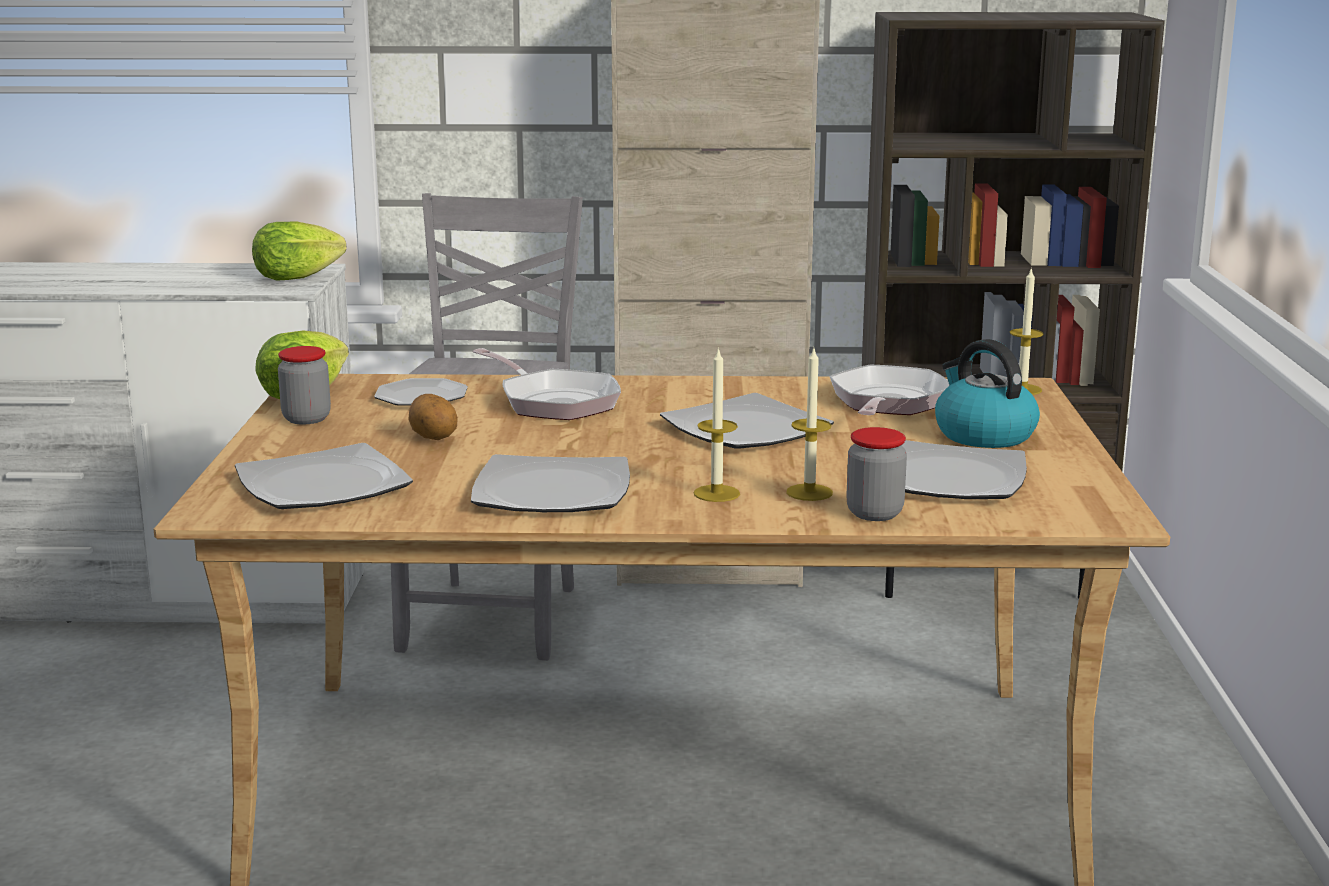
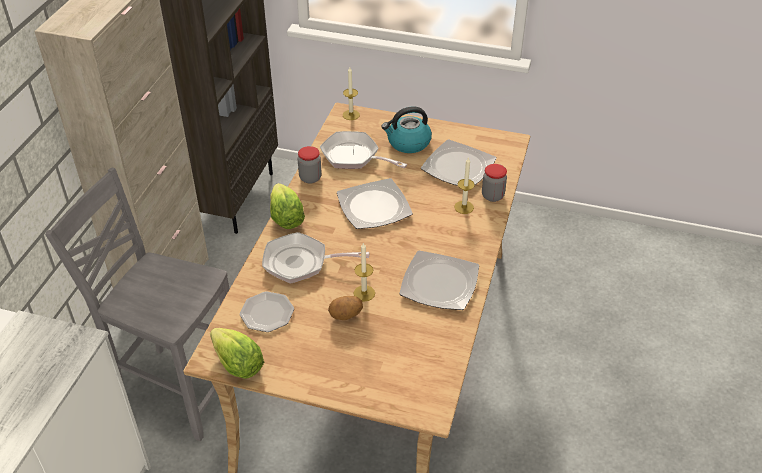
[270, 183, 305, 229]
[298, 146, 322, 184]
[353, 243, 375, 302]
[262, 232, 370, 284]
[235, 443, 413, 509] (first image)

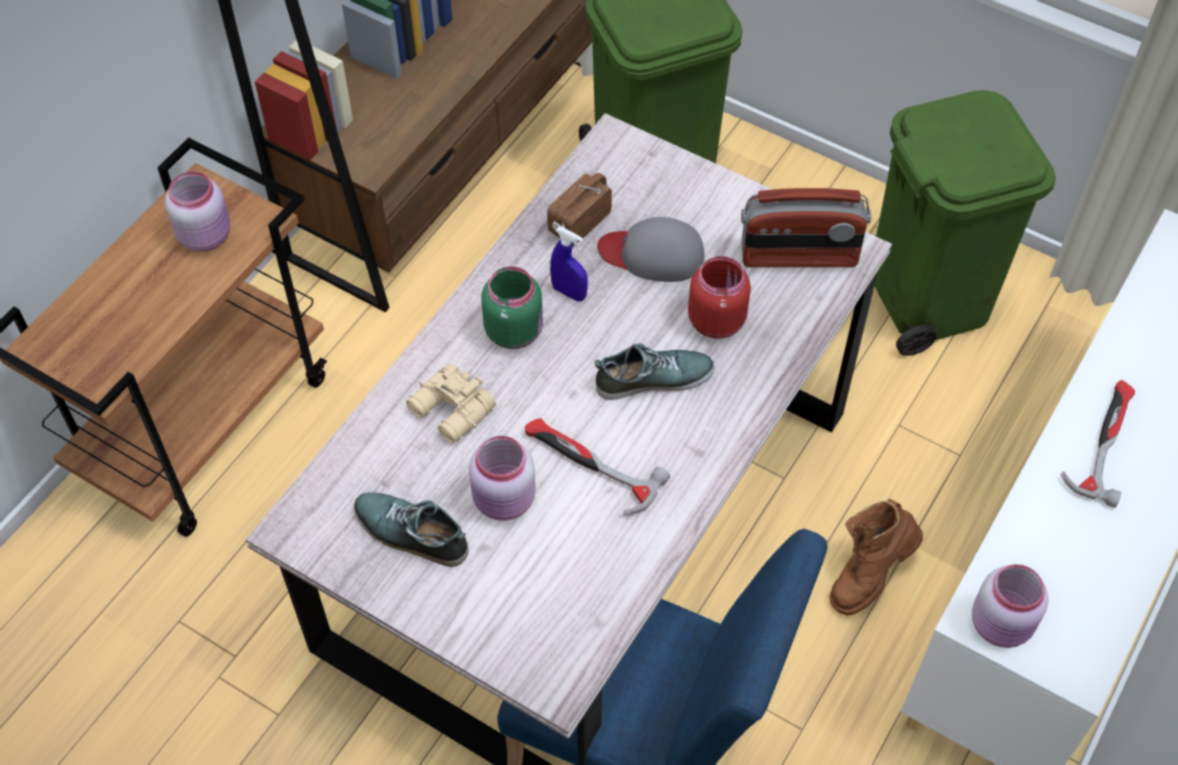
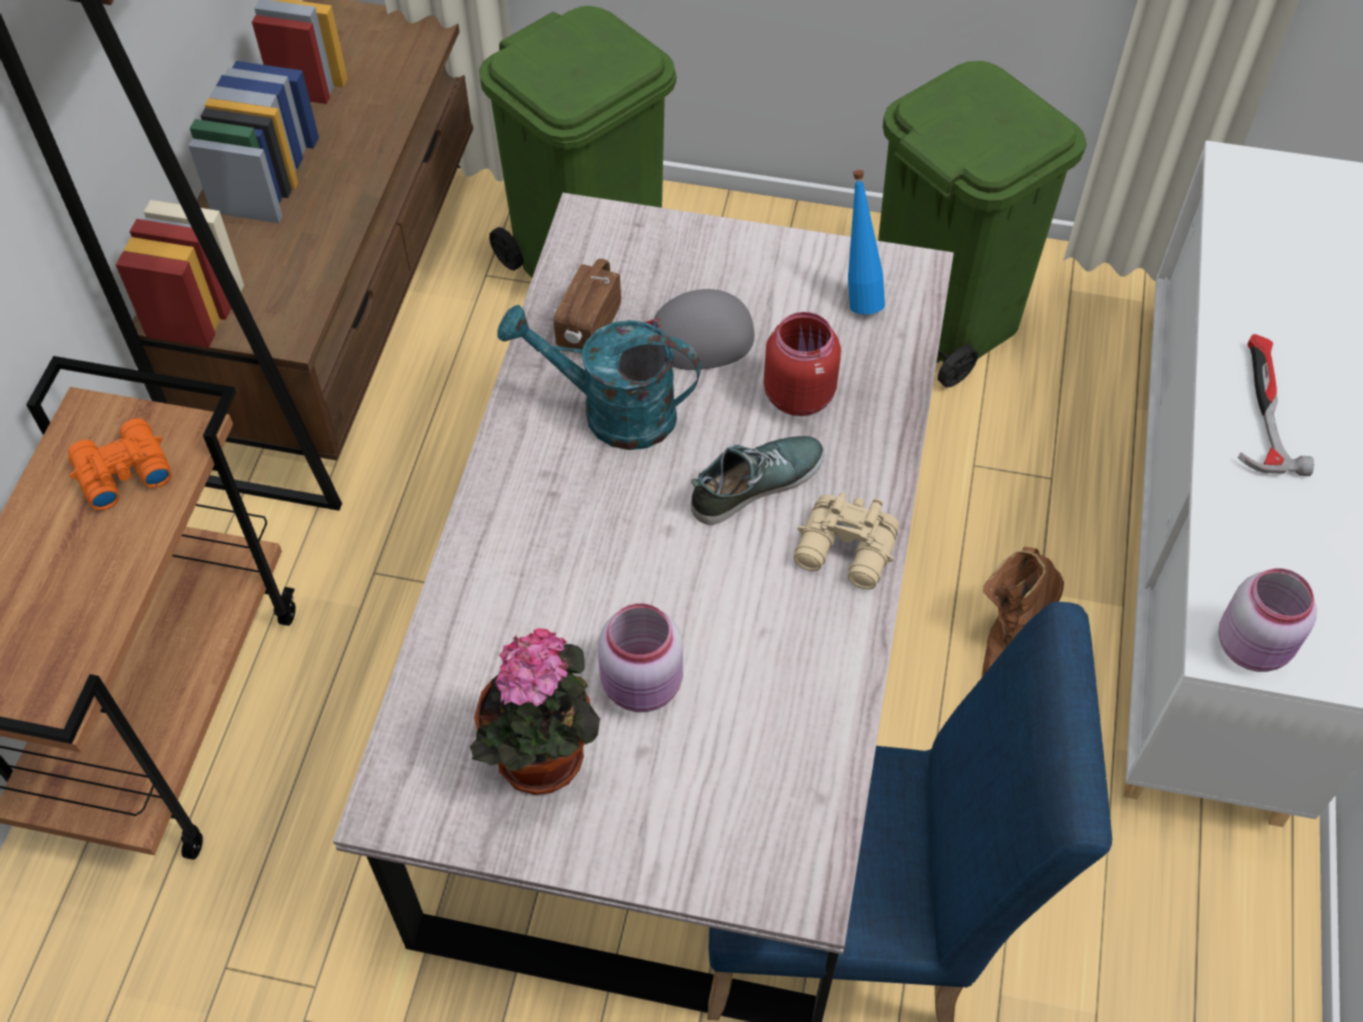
[68, 418, 172, 510]
[848, 170, 885, 315]
[498, 305, 701, 450]
[481, 266, 543, 349] (first image)
[794, 493, 899, 589]
[525, 418, 670, 516] (first image)
[470, 628, 600, 795]

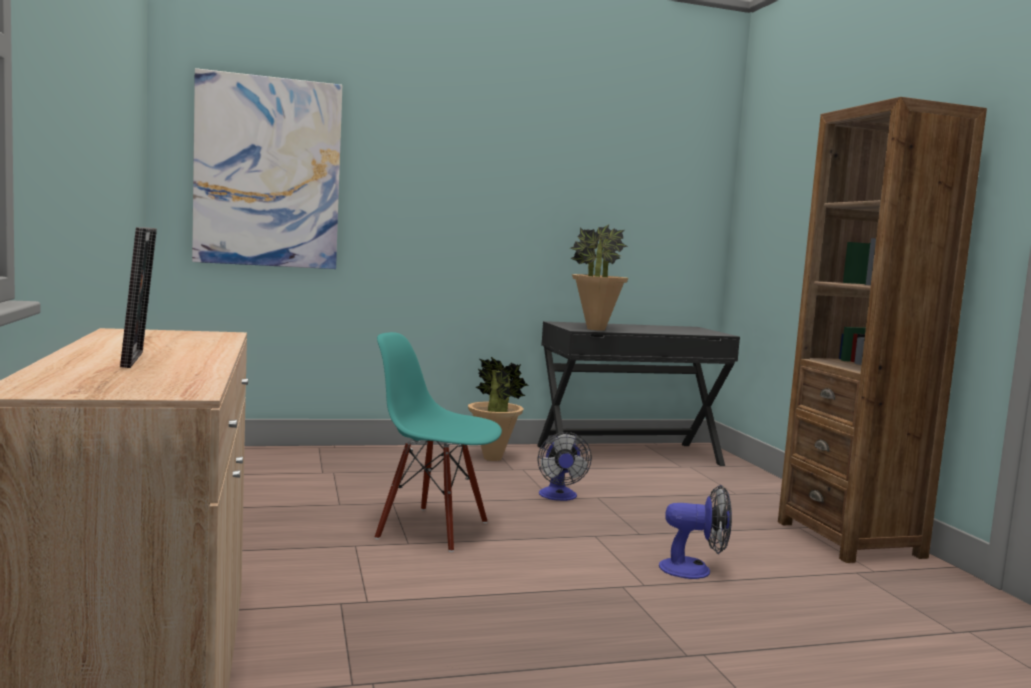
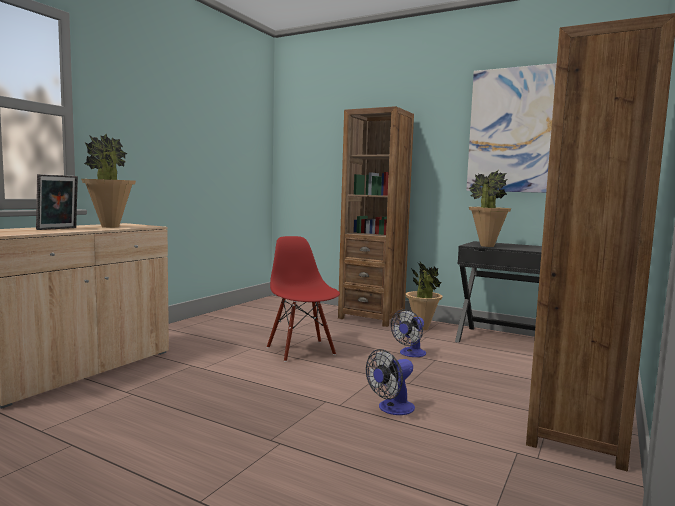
[466, 63, 557, 193]
[267, 236, 340, 362]
[366, 349, 415, 415]
[338, 106, 414, 327]
[81, 134, 136, 228]

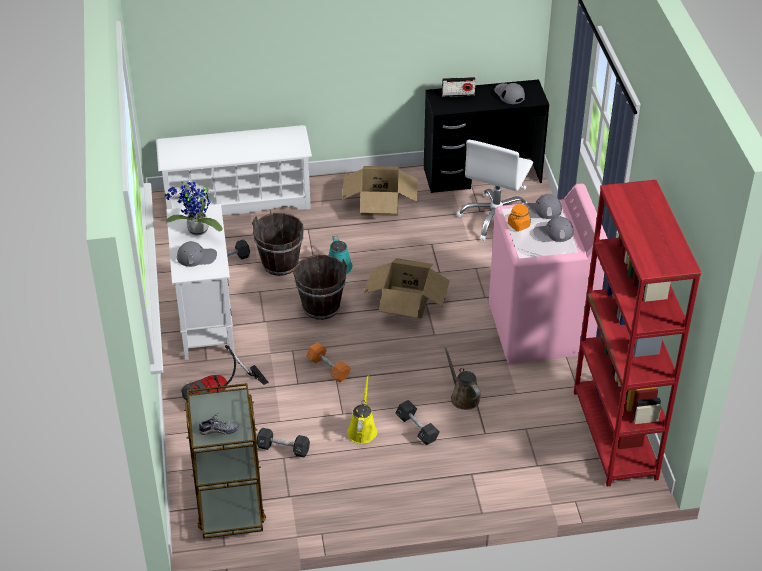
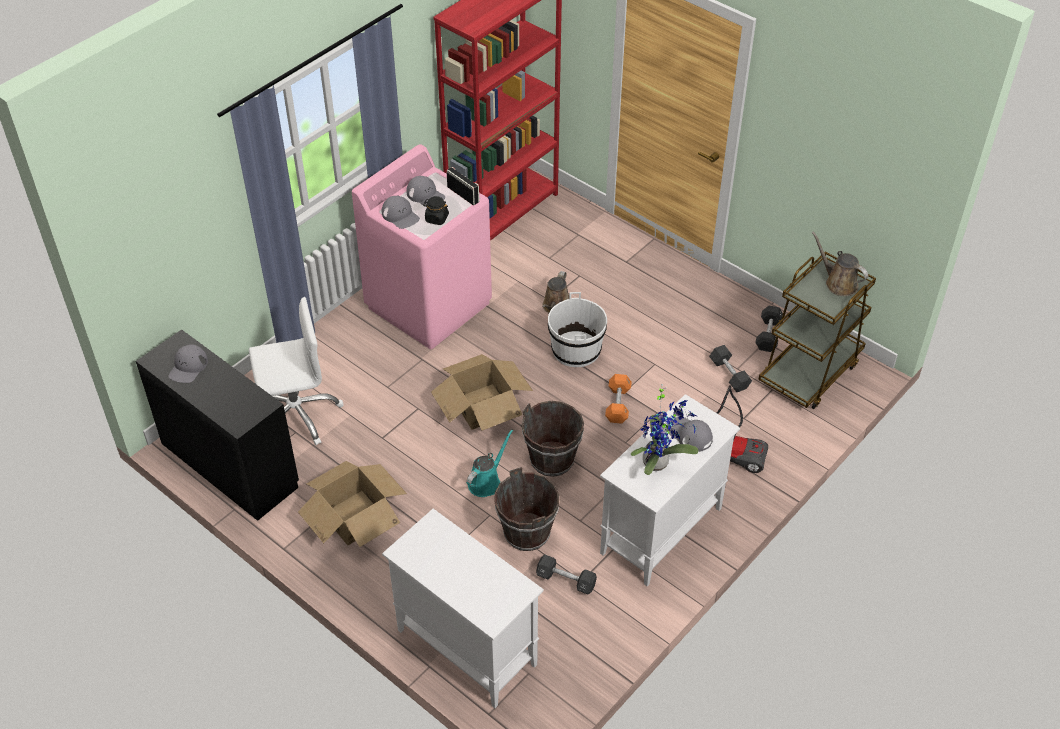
[447, 167, 479, 205]
[382, 509, 544, 708]
[423, 196, 449, 225]
[347, 375, 377, 444] (first image)
[755, 306, 783, 352]
[812, 231, 868, 296]
[548, 292, 607, 367]

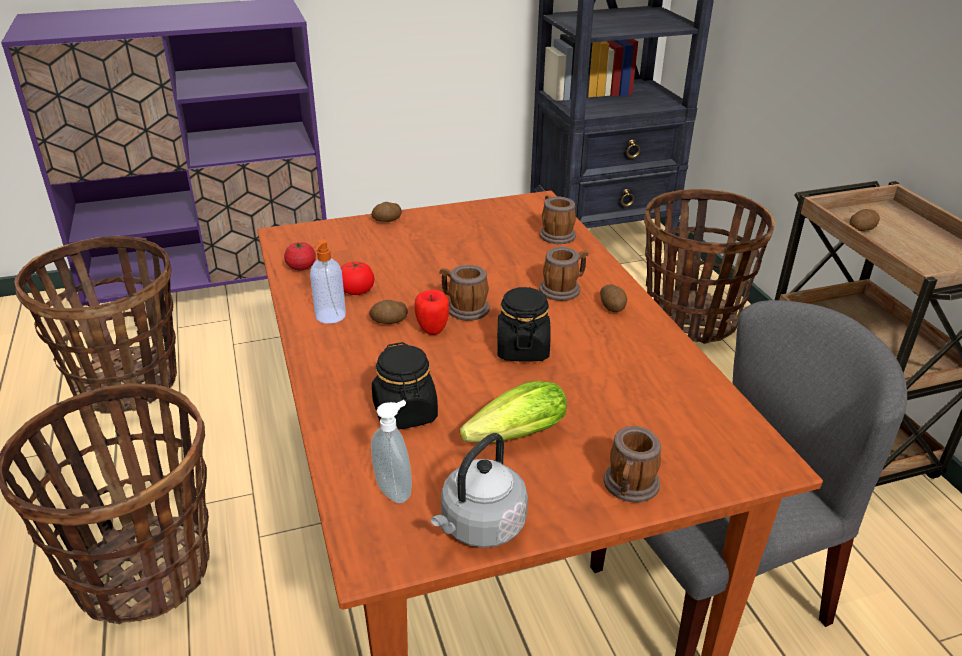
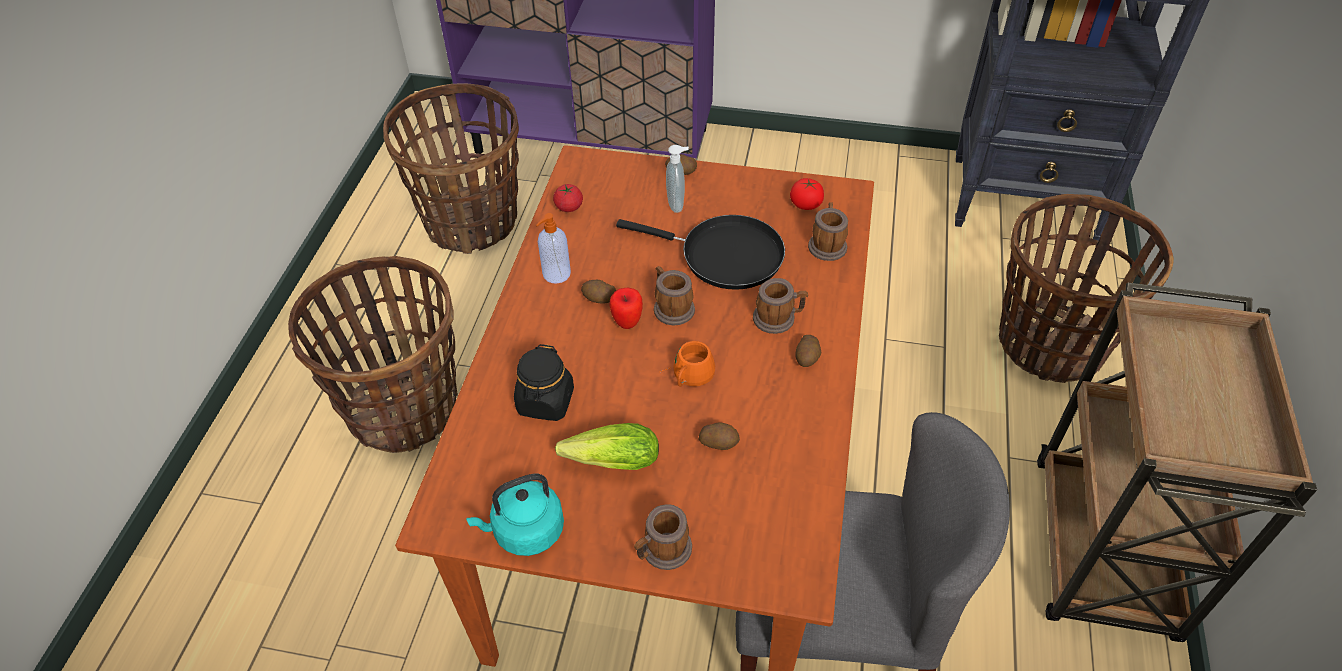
[699, 422, 740, 450]
[790, 178, 824, 210]
[660, 341, 715, 387]
[666, 145, 689, 213]
[466, 473, 564, 556]
[616, 215, 785, 290]

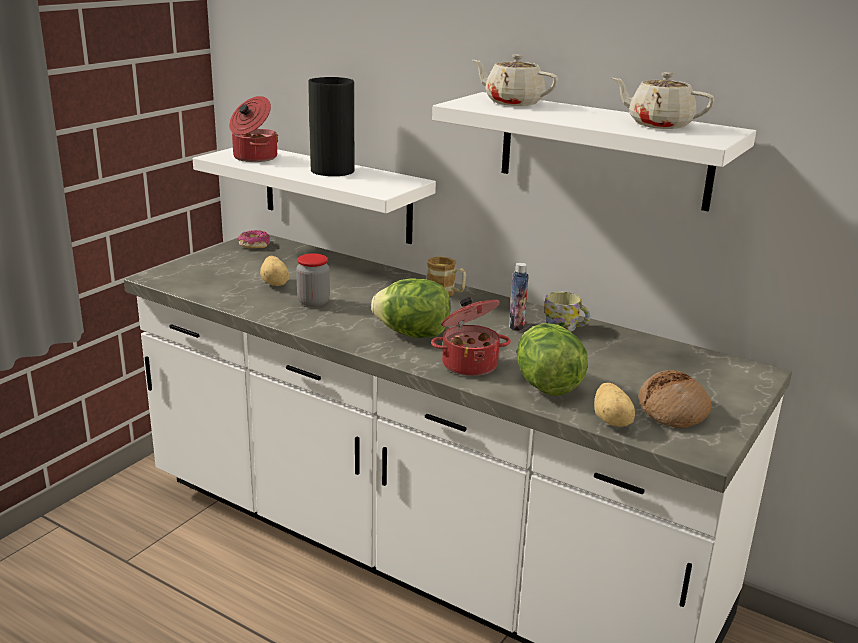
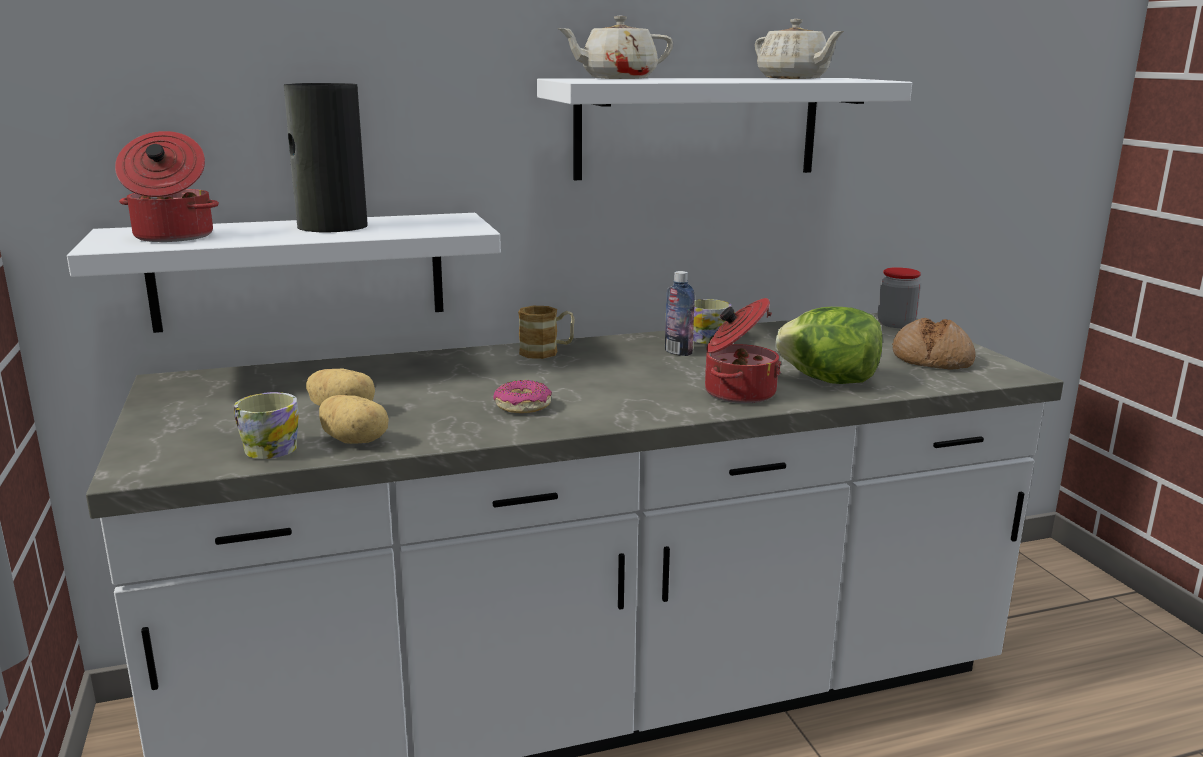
[755, 19, 844, 79]
[493, 380, 552, 413]
[878, 267, 921, 328]
[371, 278, 451, 338] (first image)
[319, 395, 389, 444]
[234, 392, 299, 459]

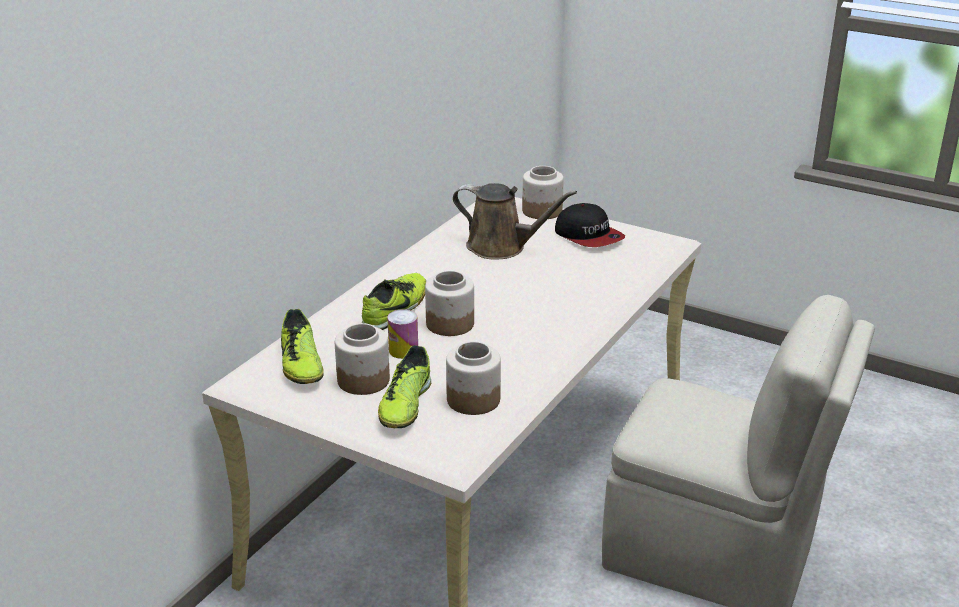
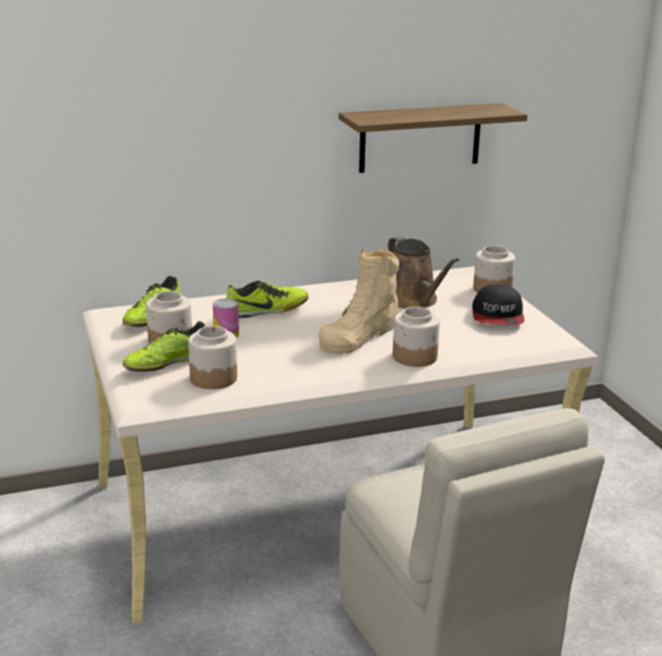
[393, 307, 440, 367]
[339, 103, 527, 173]
[318, 248, 399, 354]

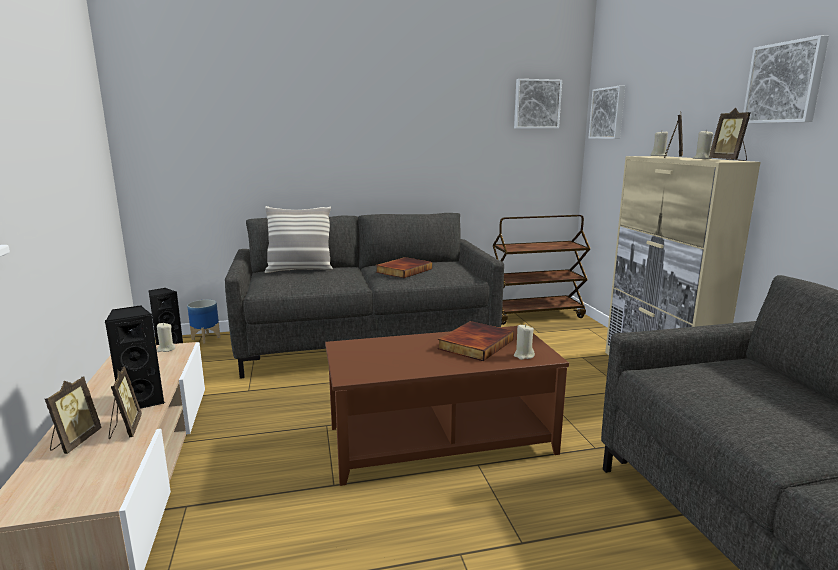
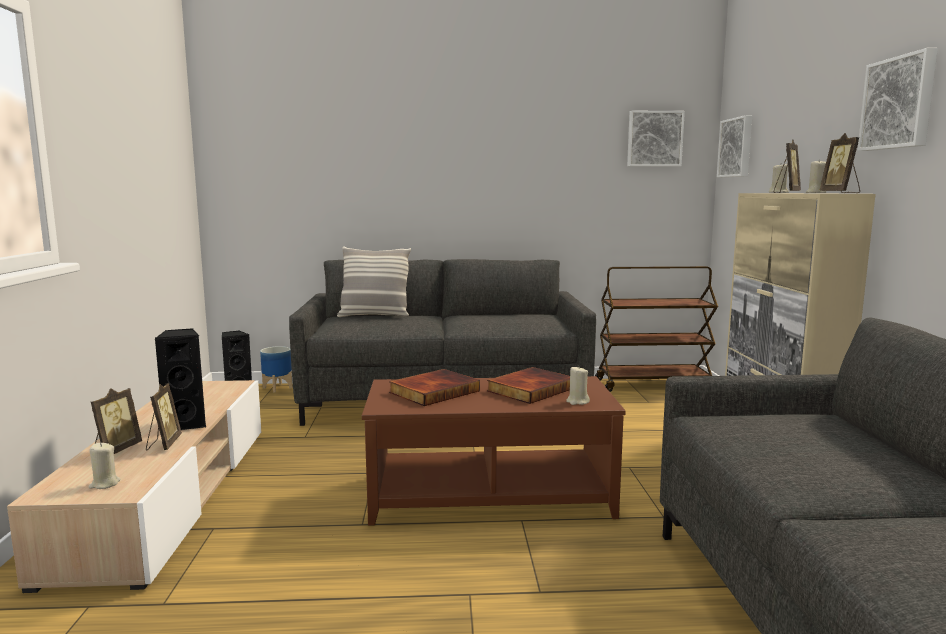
[389, 369, 480, 406]
[88, 442, 120, 489]

